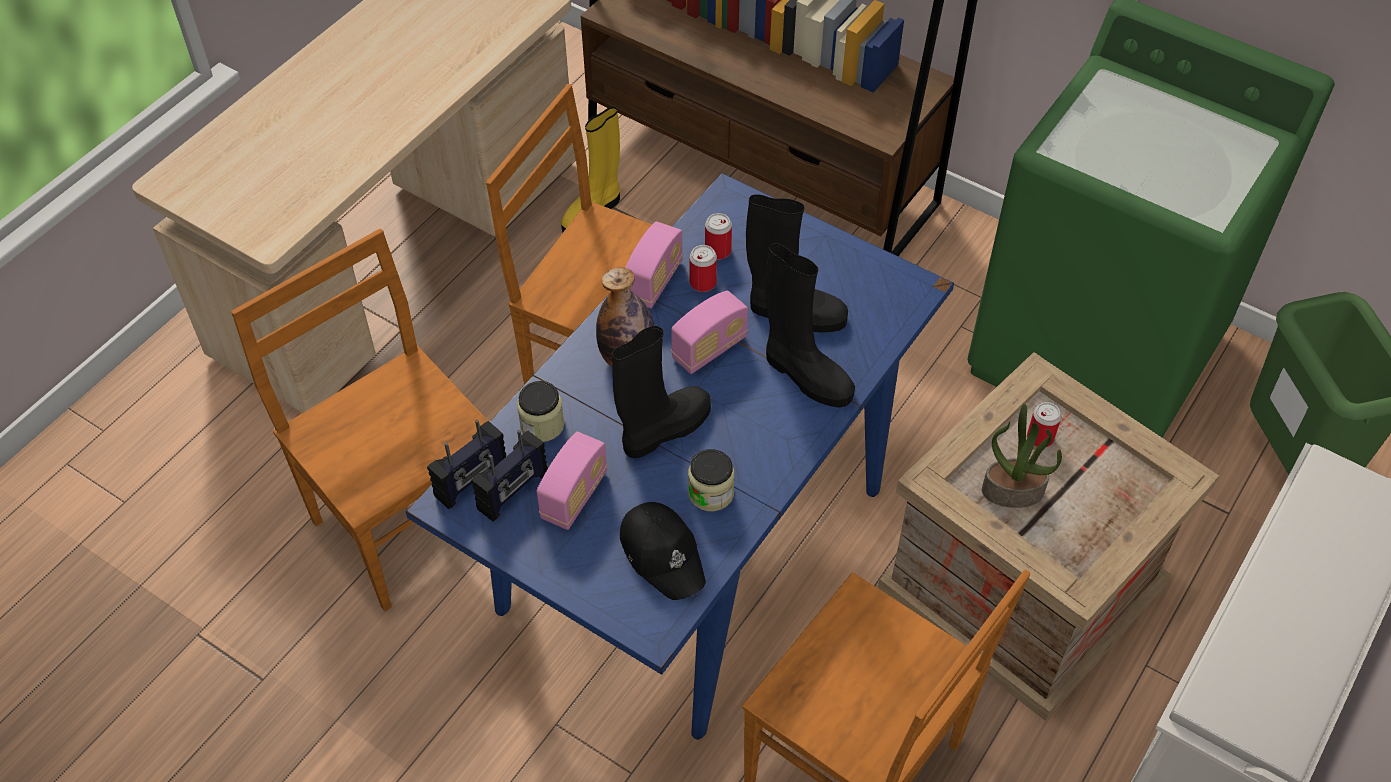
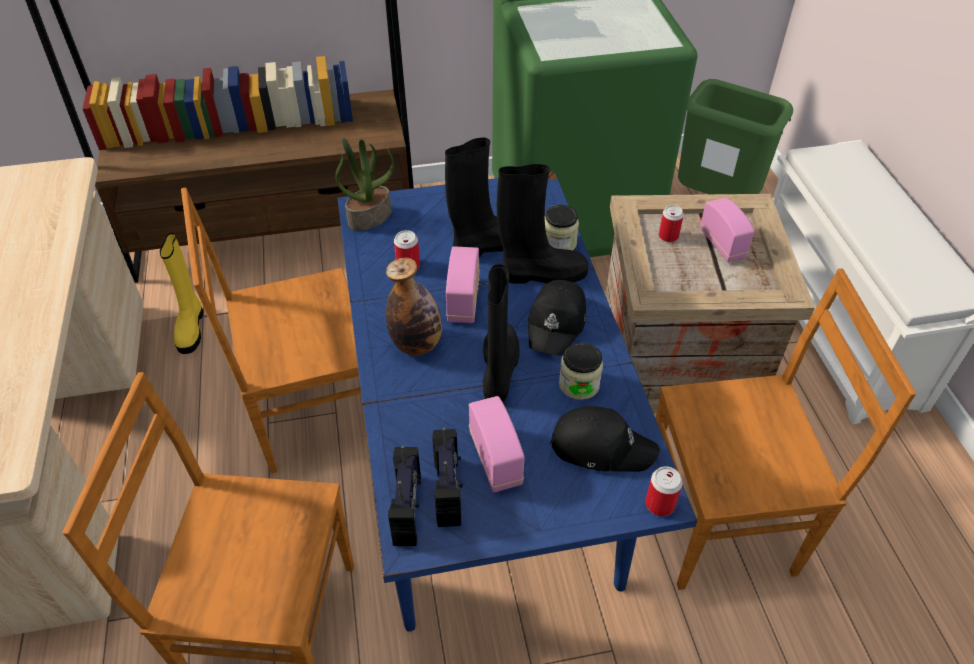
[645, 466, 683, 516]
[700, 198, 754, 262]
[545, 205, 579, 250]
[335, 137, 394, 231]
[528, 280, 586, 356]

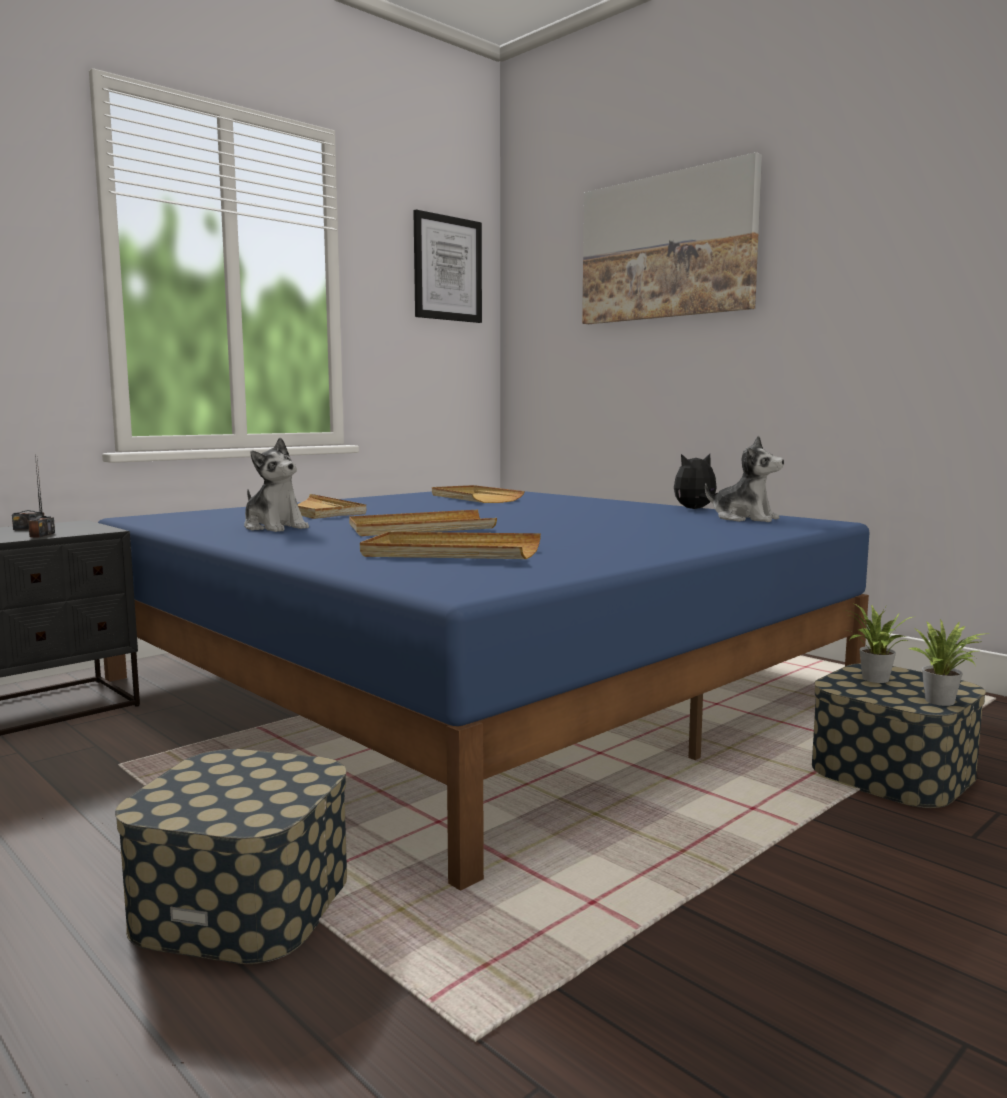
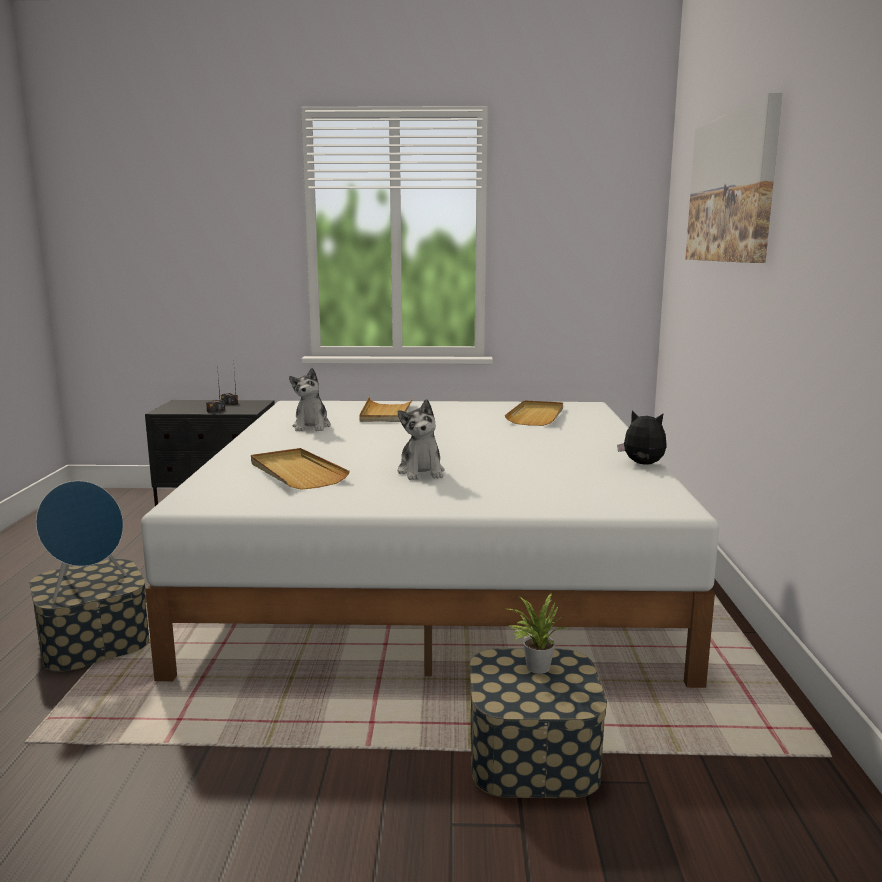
[413, 209, 482, 323] (first image)
[397, 399, 445, 480]
[141, 401, 719, 688]
[349, 510, 497, 536] (first image)
[907, 618, 989, 706] (first image)
[36, 481, 127, 602]

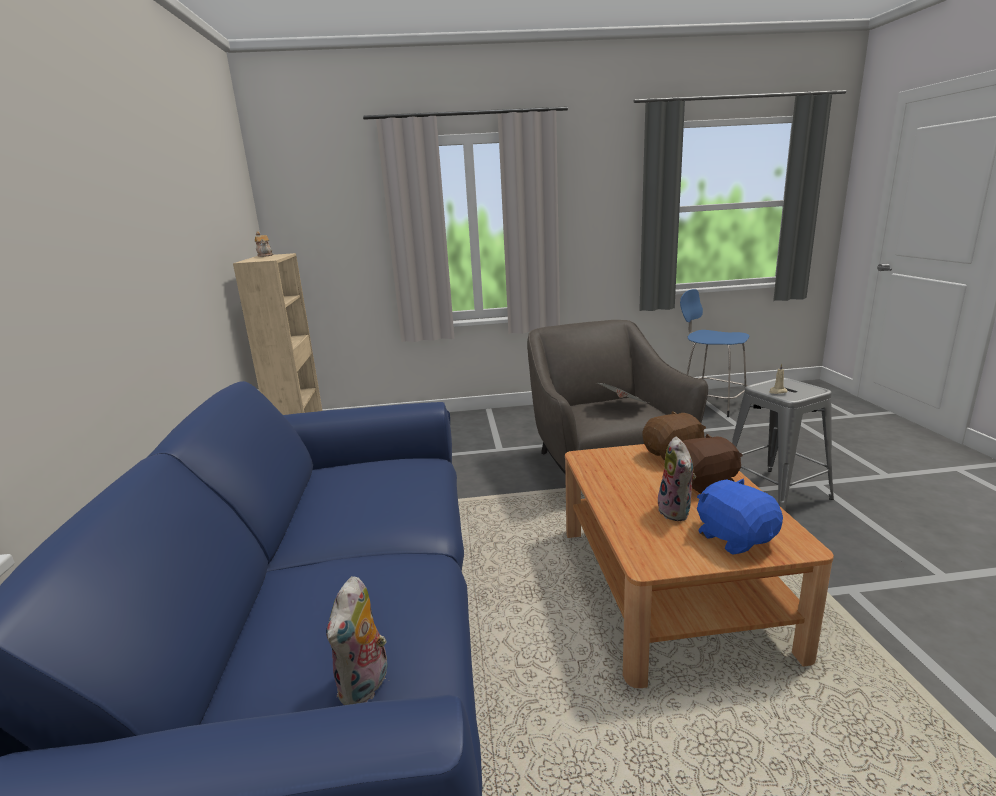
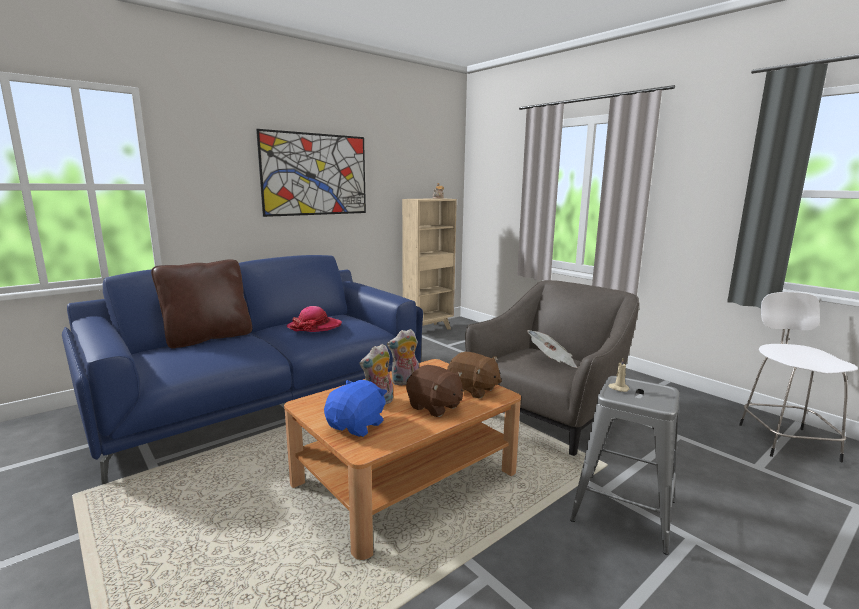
[739, 292, 858, 462]
[387, 329, 419, 386]
[256, 129, 366, 217]
[151, 259, 252, 349]
[286, 306, 342, 332]

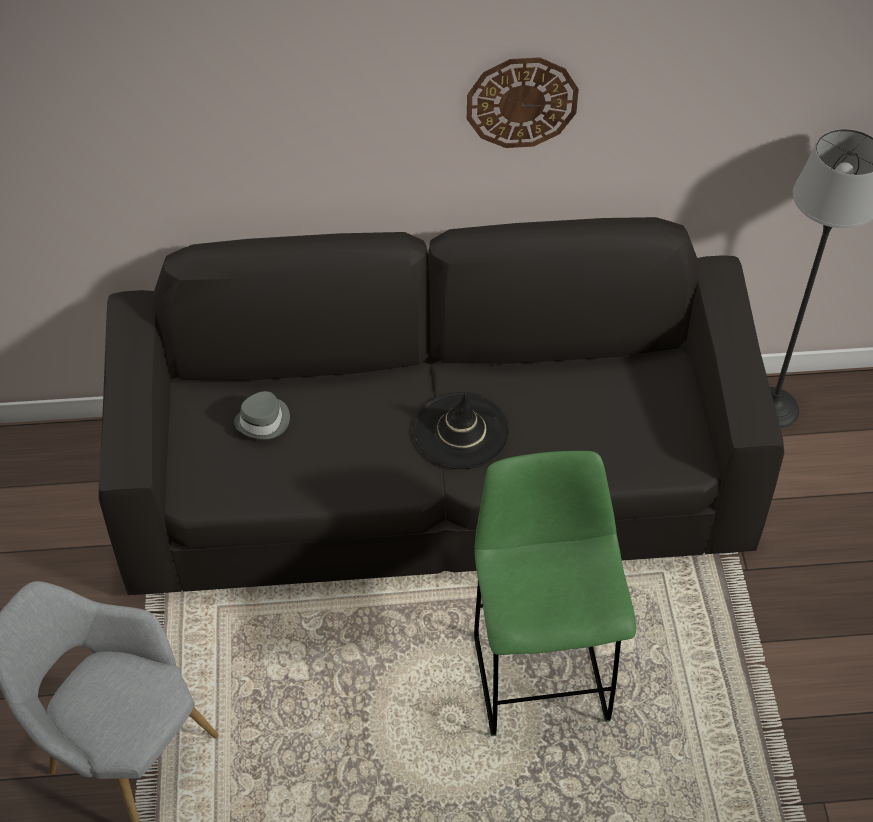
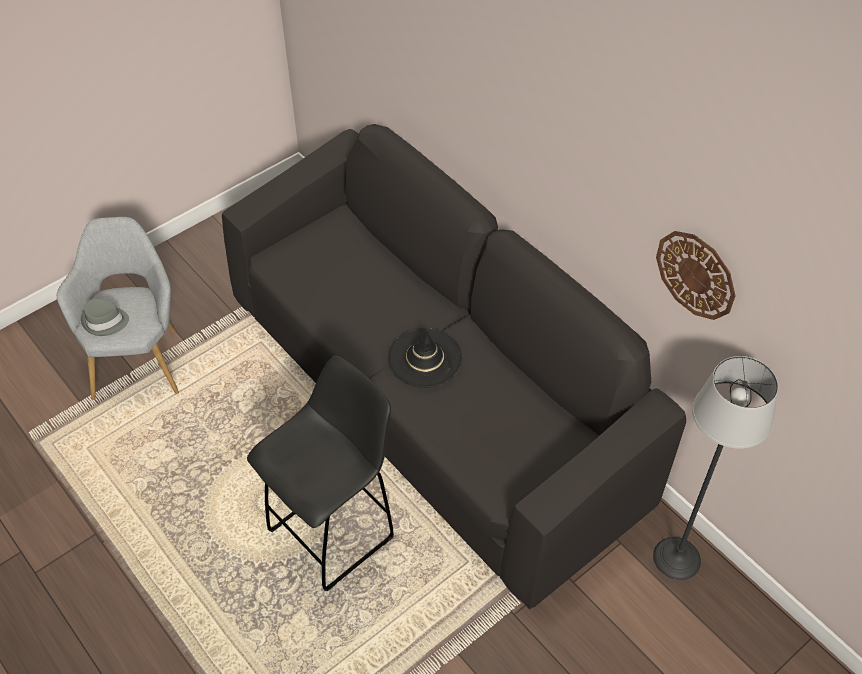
[656, 231, 736, 320]
[81, 299, 129, 336]
[247, 356, 394, 591]

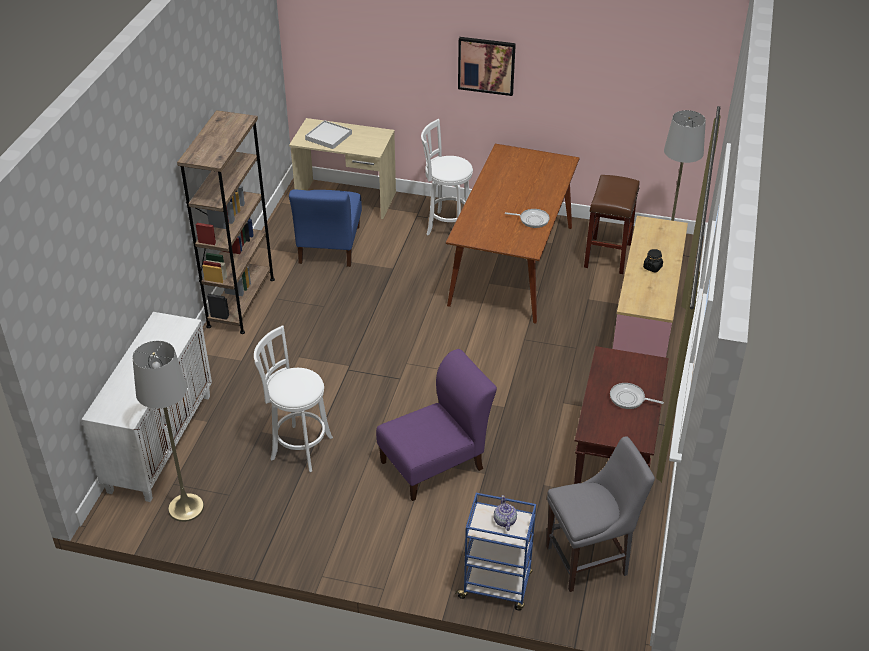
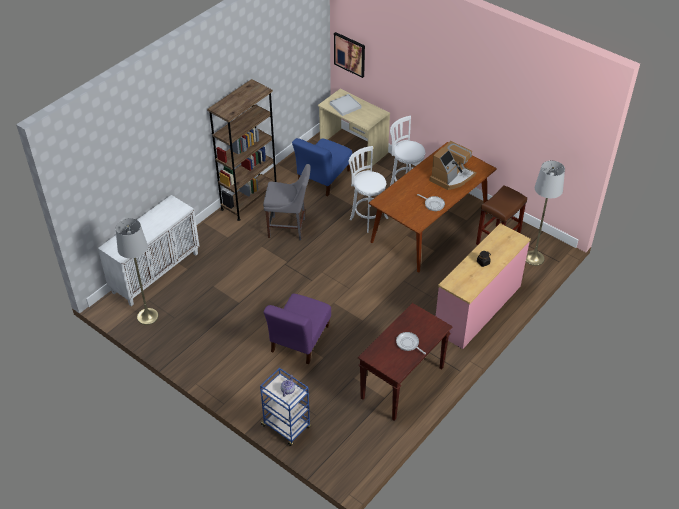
[334, 32, 365, 78]
[349, 146, 388, 233]
[264, 294, 331, 364]
[263, 164, 311, 240]
[430, 141, 477, 190]

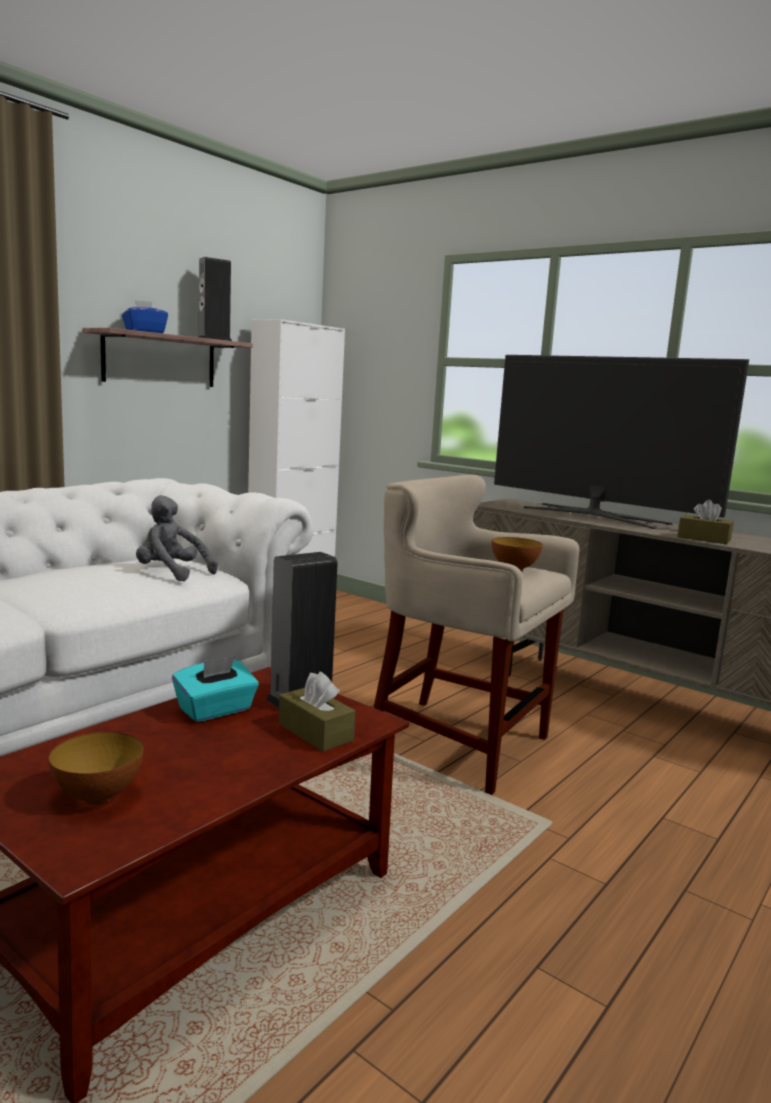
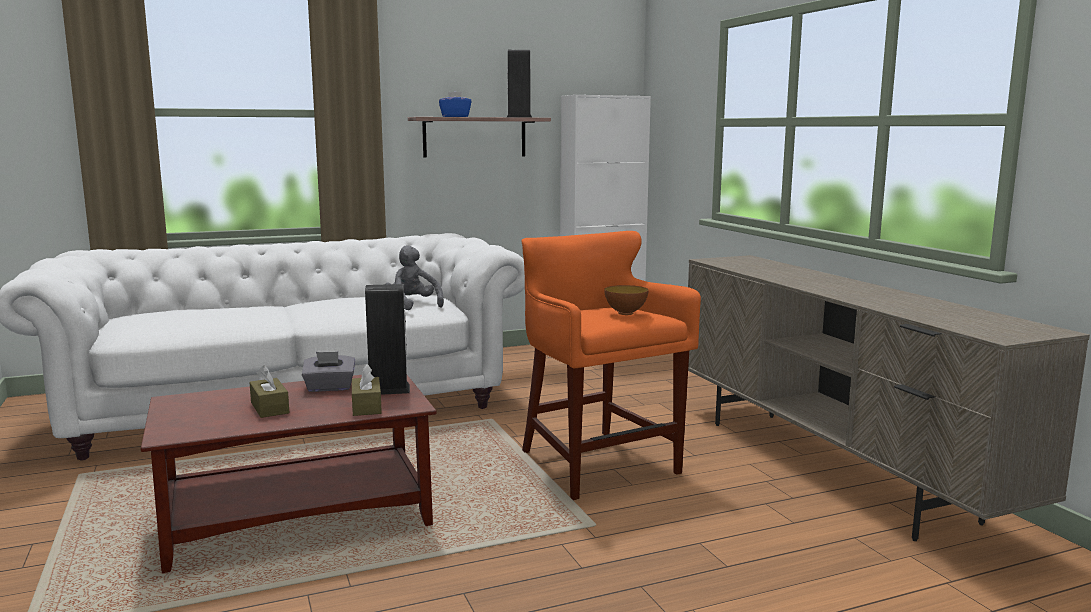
[494, 355, 749, 529] (first image)
[522, 231, 701, 500]
[249, 365, 289, 418]
[302, 352, 355, 392]
[49, 731, 144, 805] (first image)

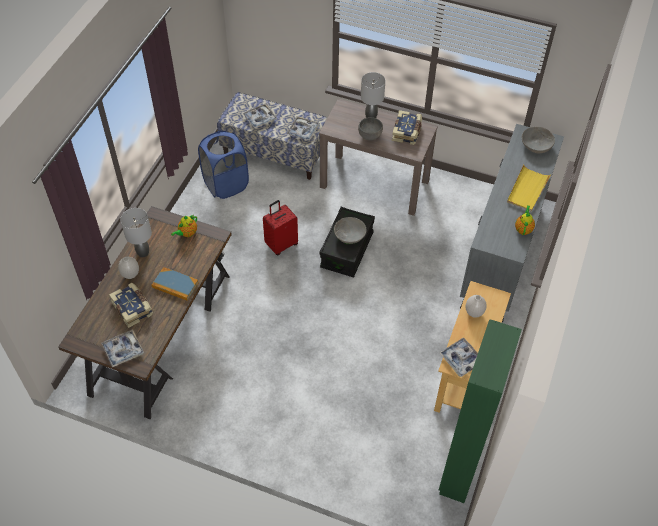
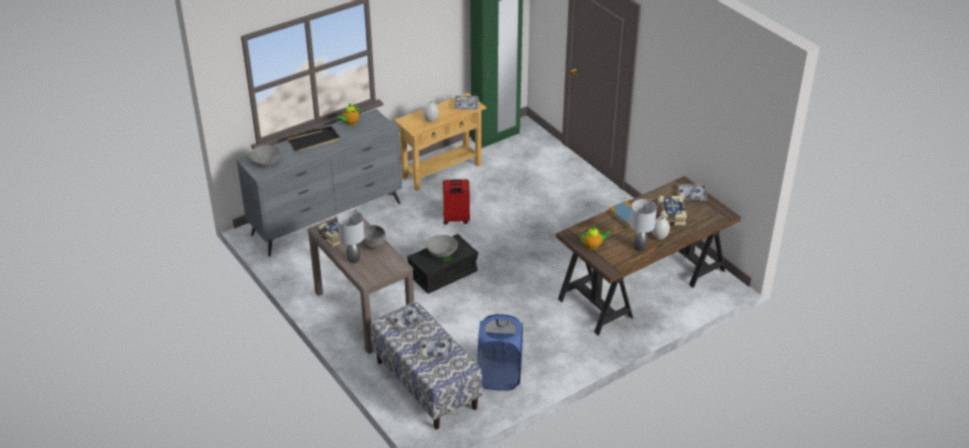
[287, 126, 340, 151]
[443, 179, 470, 225]

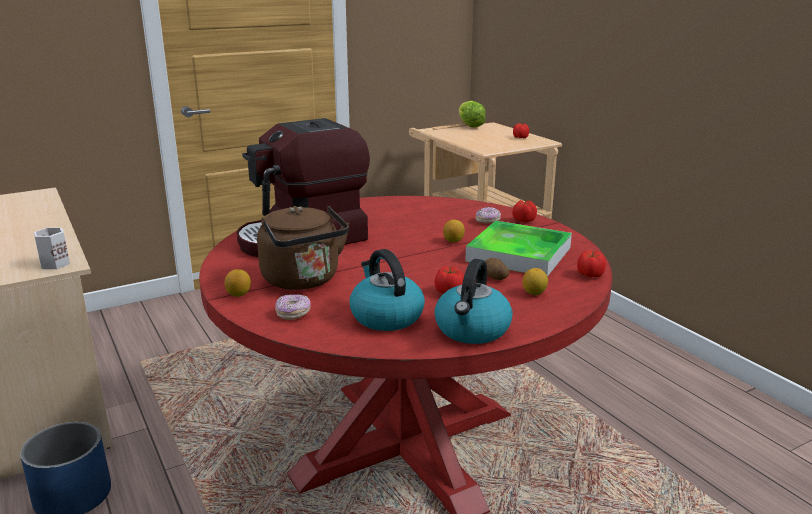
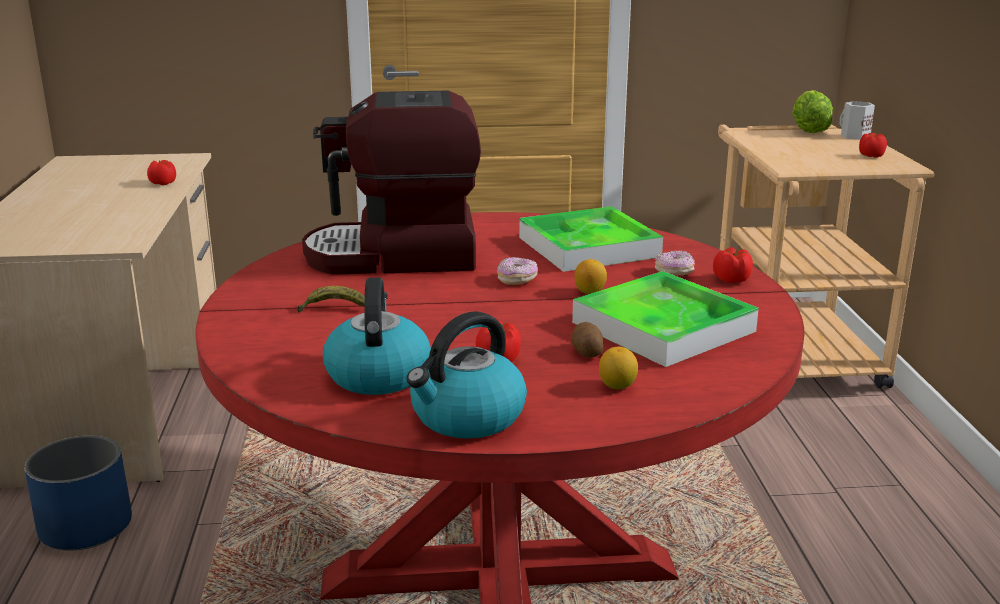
[297, 286, 365, 313]
[840, 101, 875, 140]
[147, 160, 176, 185]
[225, 269, 251, 297] (first image)
[497, 257, 538, 285]
[519, 206, 663, 272]

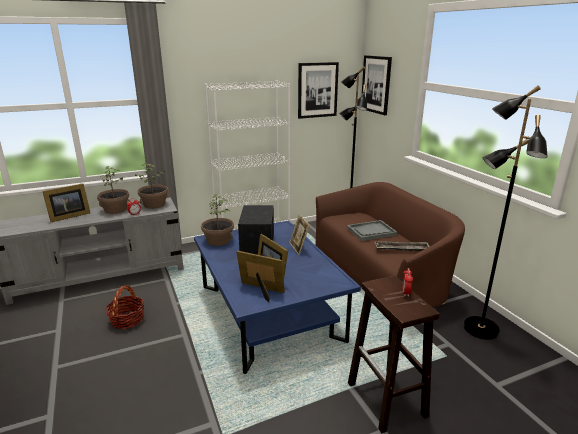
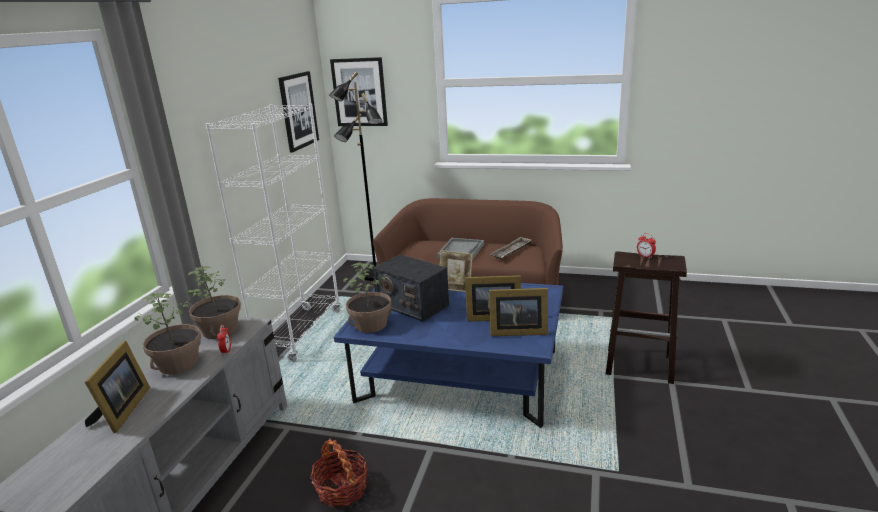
[463, 85, 548, 340] (first image)
[489, 288, 548, 336]

